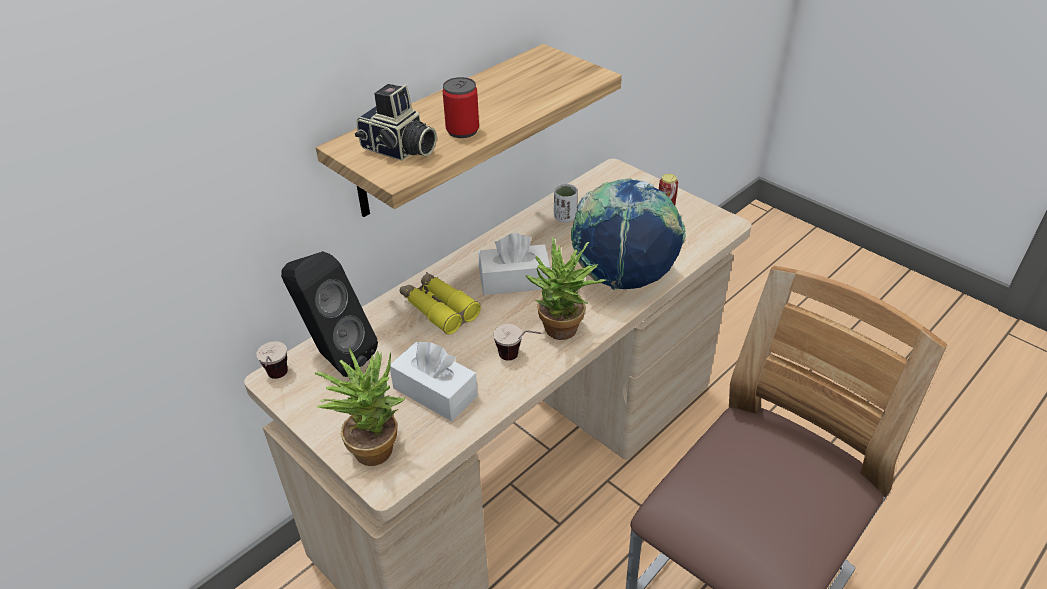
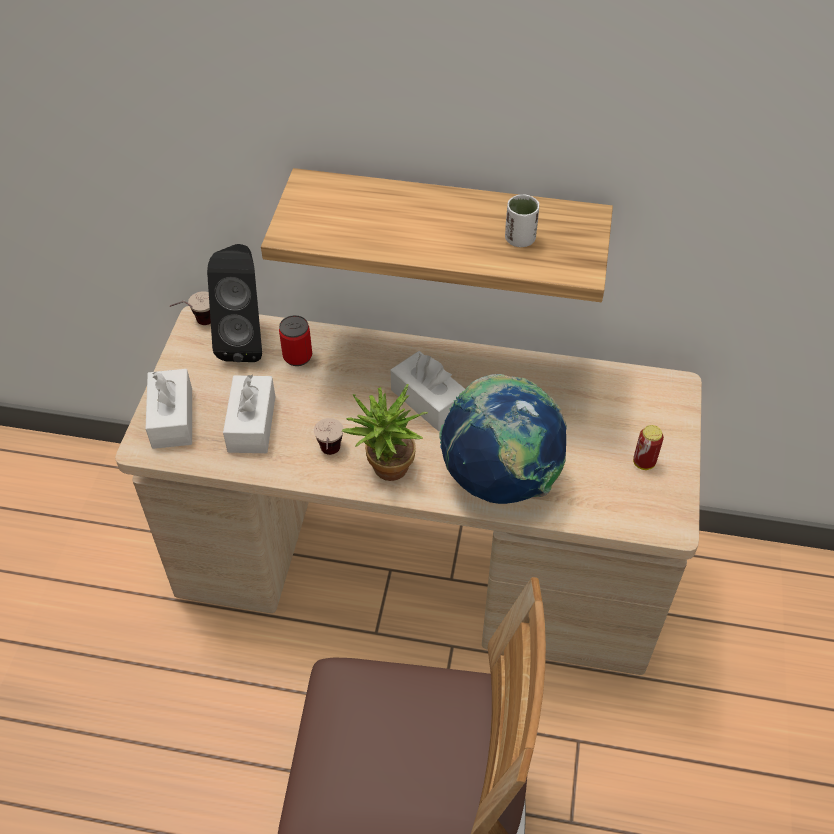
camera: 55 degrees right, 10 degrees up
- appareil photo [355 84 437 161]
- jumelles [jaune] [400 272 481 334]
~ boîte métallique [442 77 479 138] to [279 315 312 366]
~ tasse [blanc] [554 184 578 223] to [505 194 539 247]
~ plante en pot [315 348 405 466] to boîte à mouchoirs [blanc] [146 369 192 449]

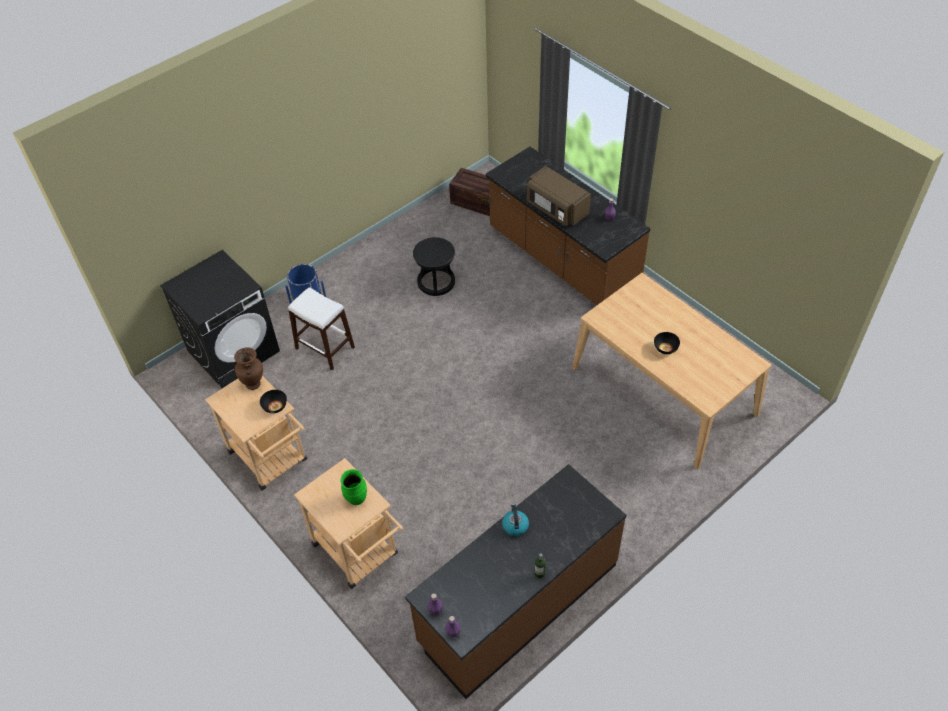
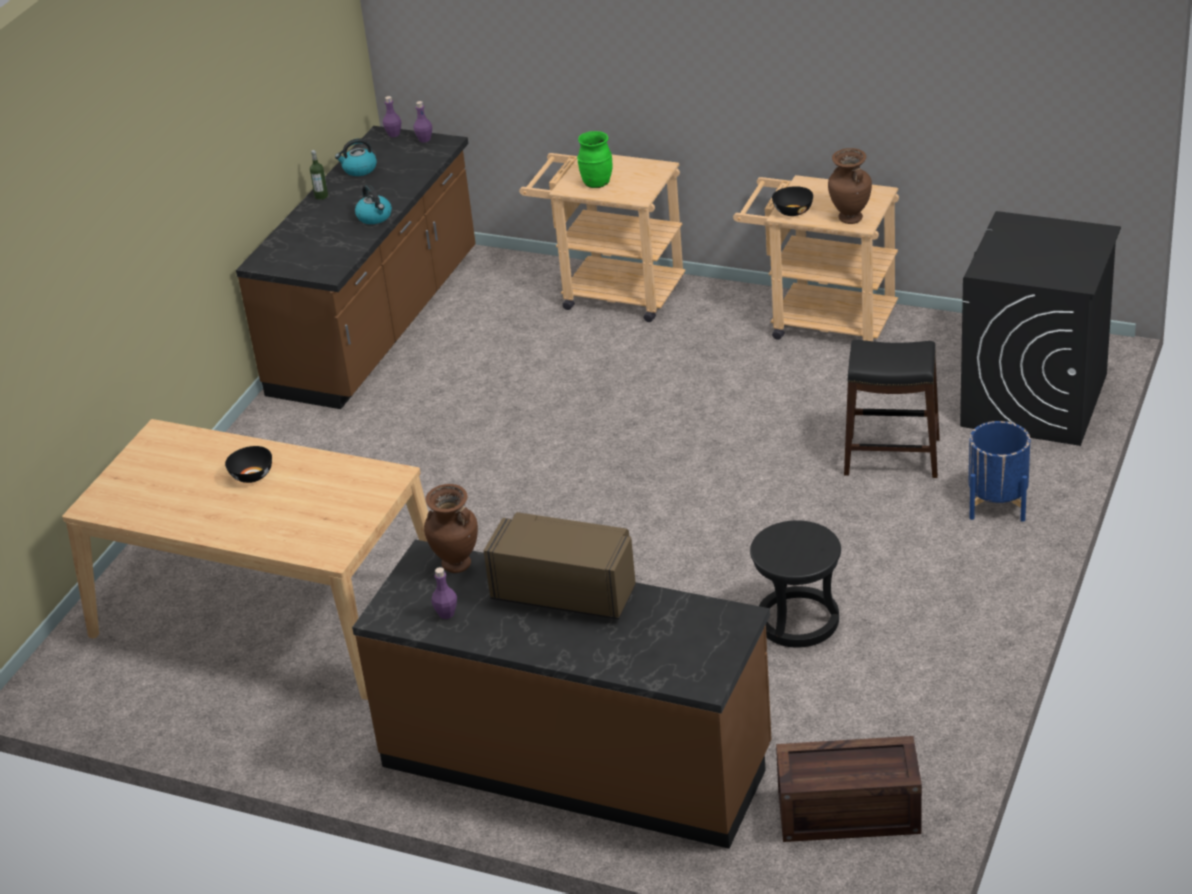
camera: 155 degrees right, 15 degrees down
+ bouilloire [335 138 377 176]
+ vase [marron] [424 484 478 573]
~ tabouret [blanc] [288 287 355 370] to tabouret [noir] [844 340 940 478]

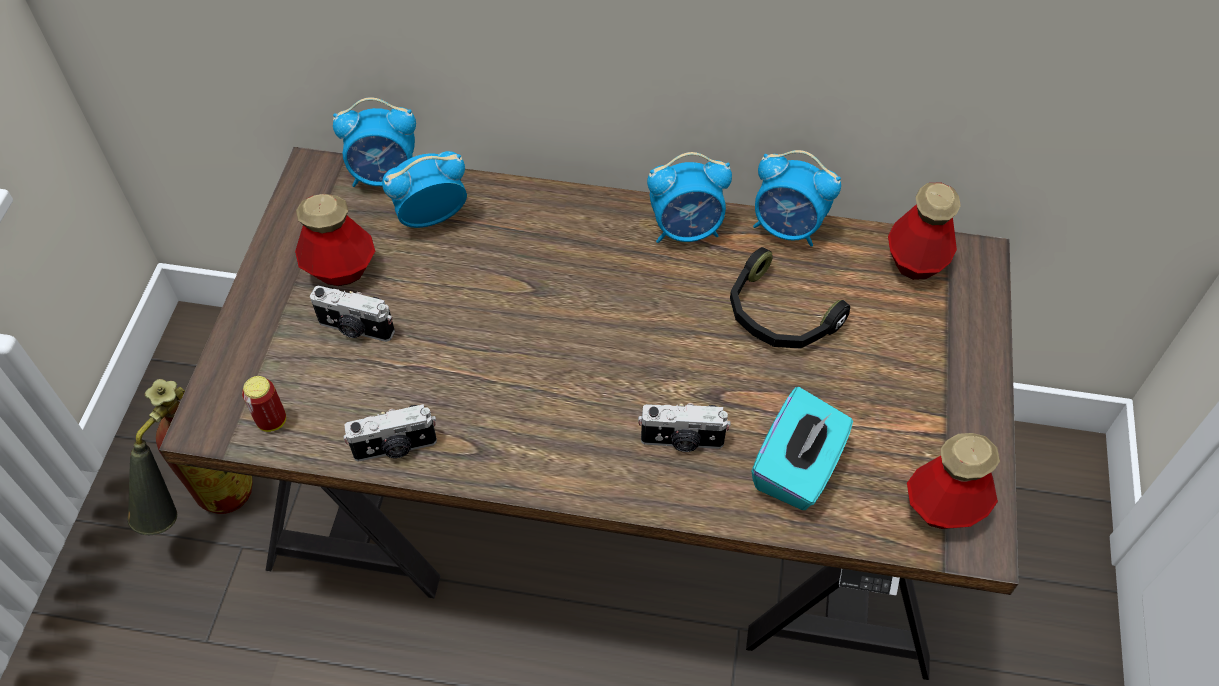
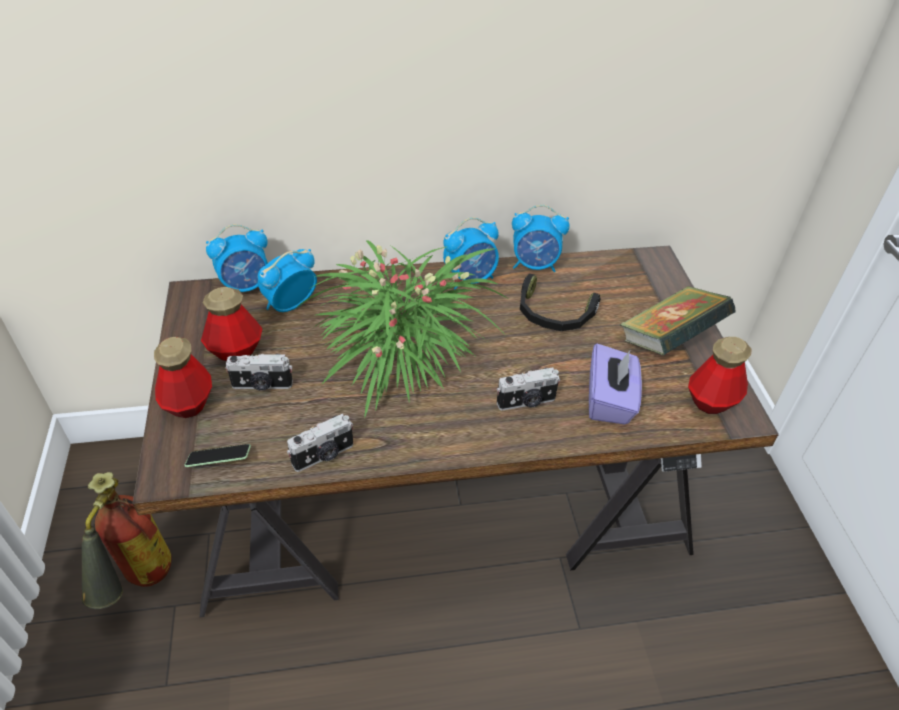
camera: 20 degrees left, 10 degrees down
+ plante en pot [296 241 508 419]
+ livre [619 286 736 355]
~ bouteille [888 182 961 280] to [154 336 212 418]
~ boîte métallique [242 376 286 432] to téléphone [184 444 251 467]
~ boîte à mouchoirs [turquoise] [752 387 853 510] to boîte à mouchoirs [violet] [589 344 642 425]

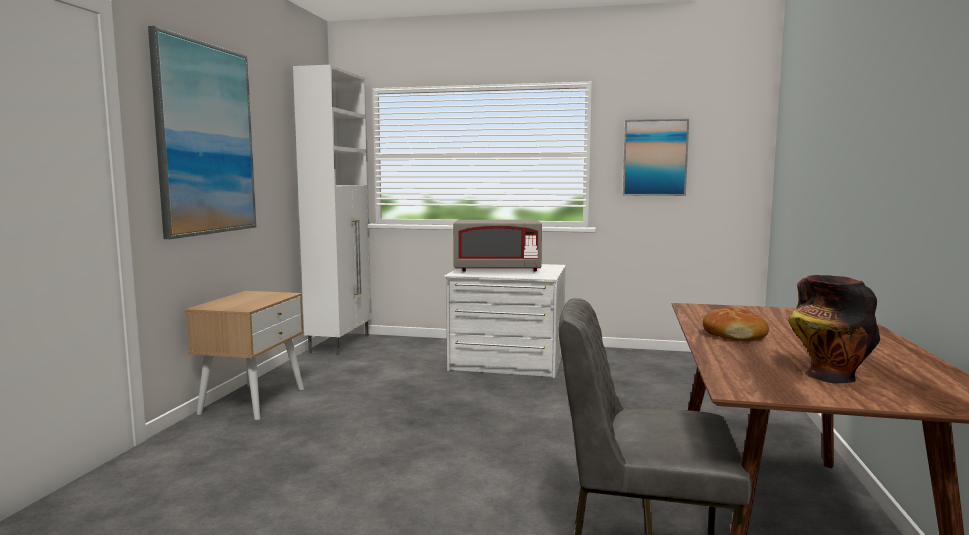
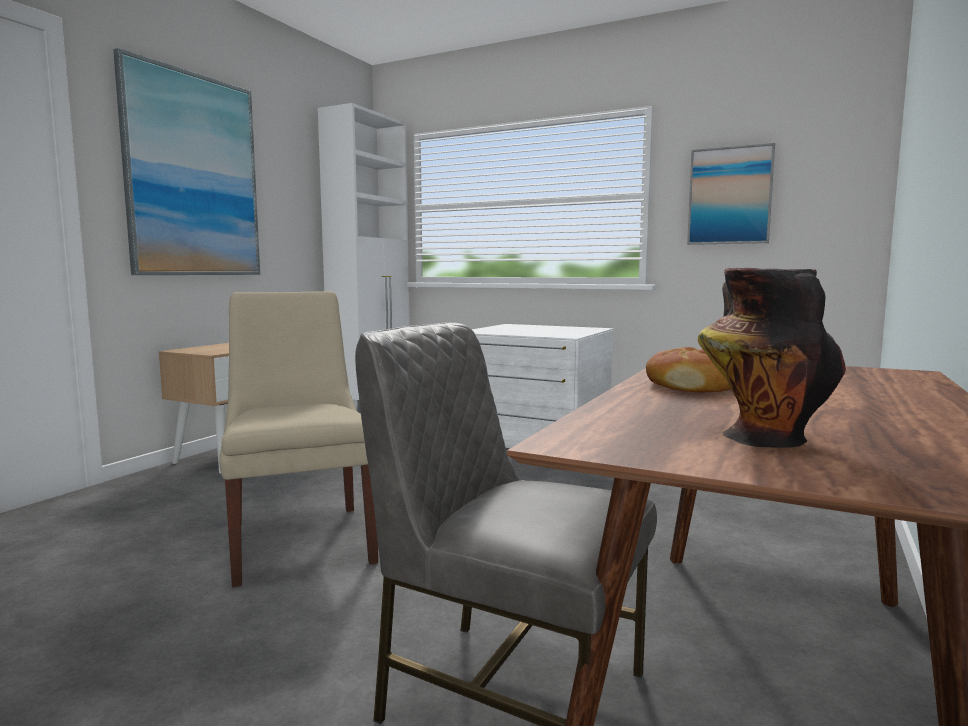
camera: 15 degrees right, 0 degrees up
- micro-ondes [gris] [453 220 542 272]
+ chaise [beige] [219 291 378 587]

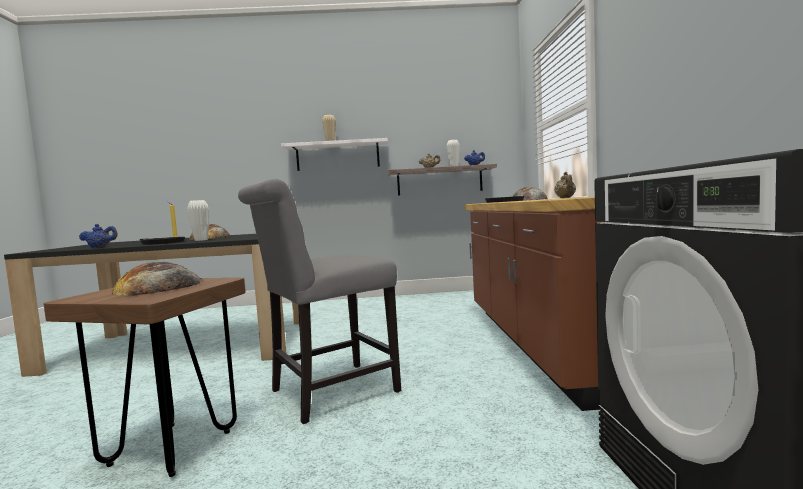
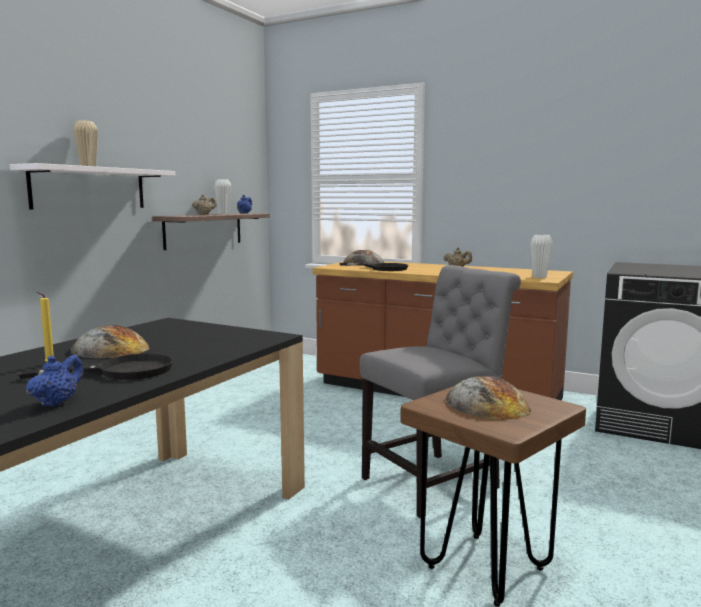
camera: 60 degrees left, 5 degrees up
~ vase [blanc] [187 200 209 241] to [530 234 553 278]
~ chaise [gris] [238 179 401 424] = [360 265 521 519] 120 degrees counterclockwise

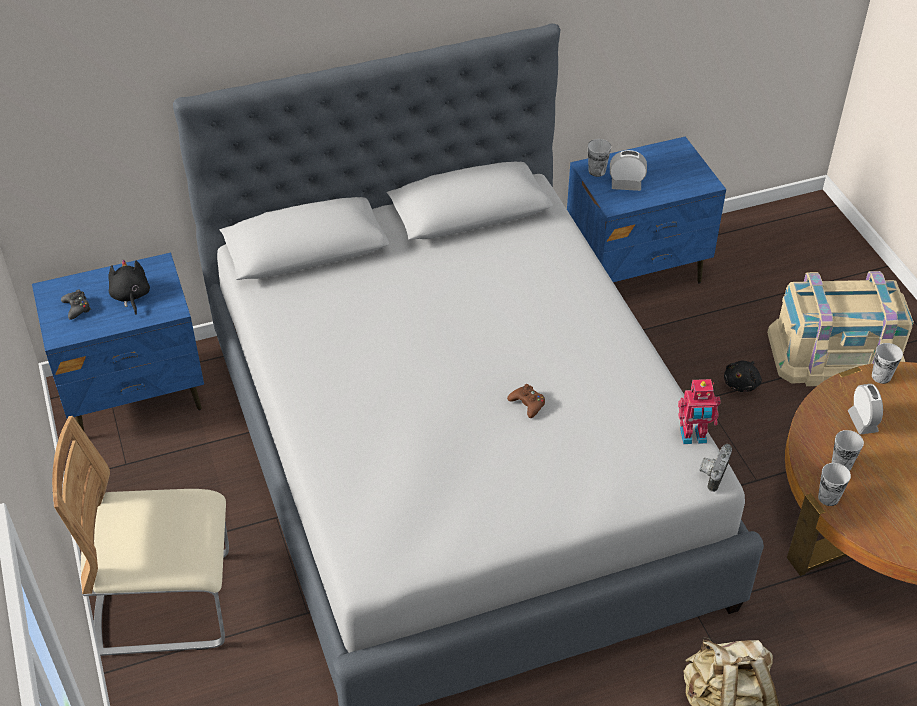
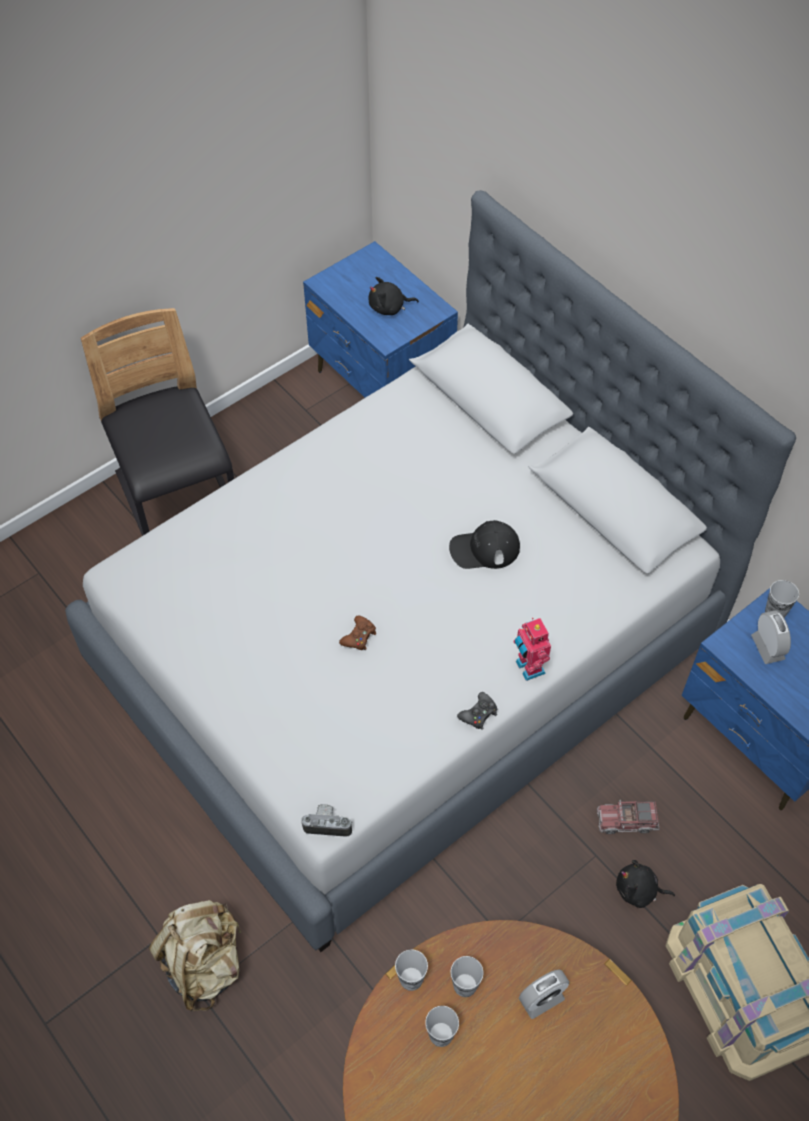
camera: 70 degrees right, 10 degrees up
+ casquette [noir] [449 520 520 569]
+ camion jouet [597 800 659 834]
~ manette [noir] [61 289 91 320] to [457 692 497 730]
~ robot jouet [678 379 721 444] to [513 618 551 681]
~ tasse [872 343 903 384] to [425 1006 459 1047]
~ chaise [beige] [52 416 229 656] to chaise [noir] [81 308 234 536]
~ peluche [noir] [108 259 150 315] = [369 277 419 315] 150 degrees counterclockwise

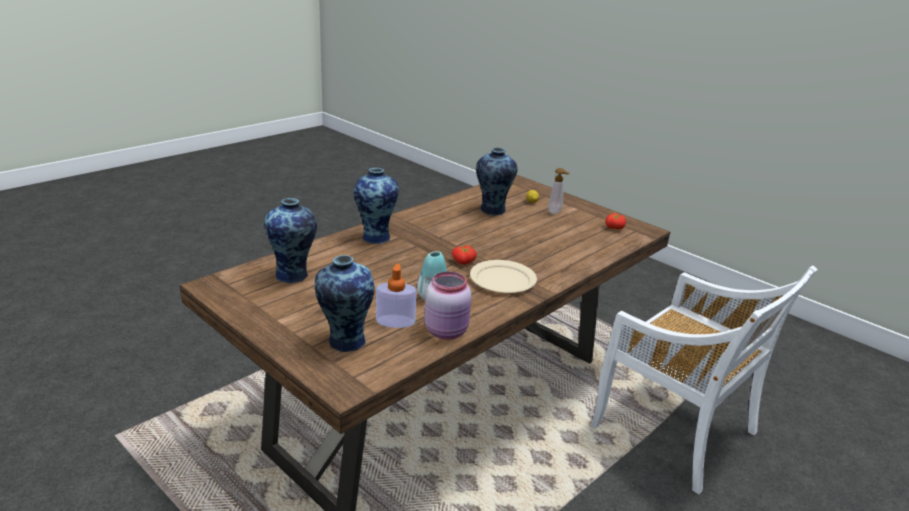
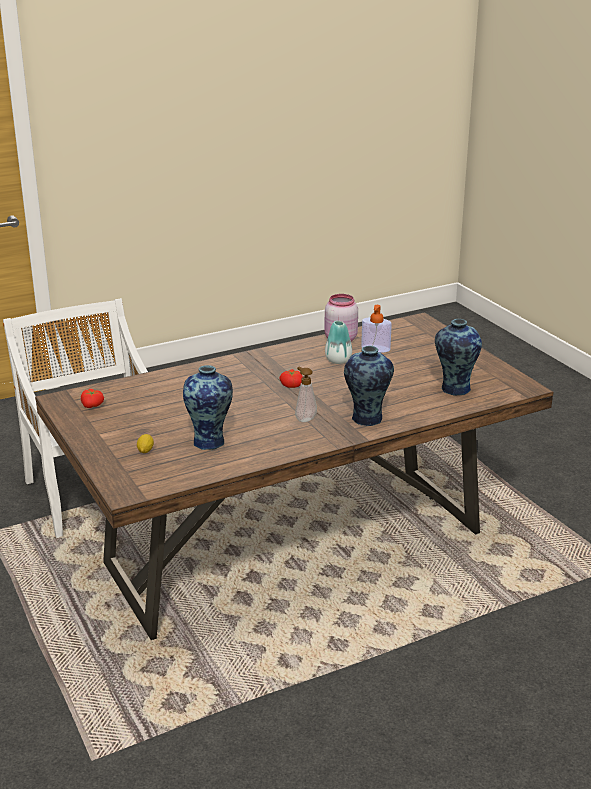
camera: 160 degrees left, 0 degrees up
- vase [315 255 375 352]
- assiette [beige] [470 260 537 293]
~ distributeur de savon [548 168 570 214] to [295 367 317 422]

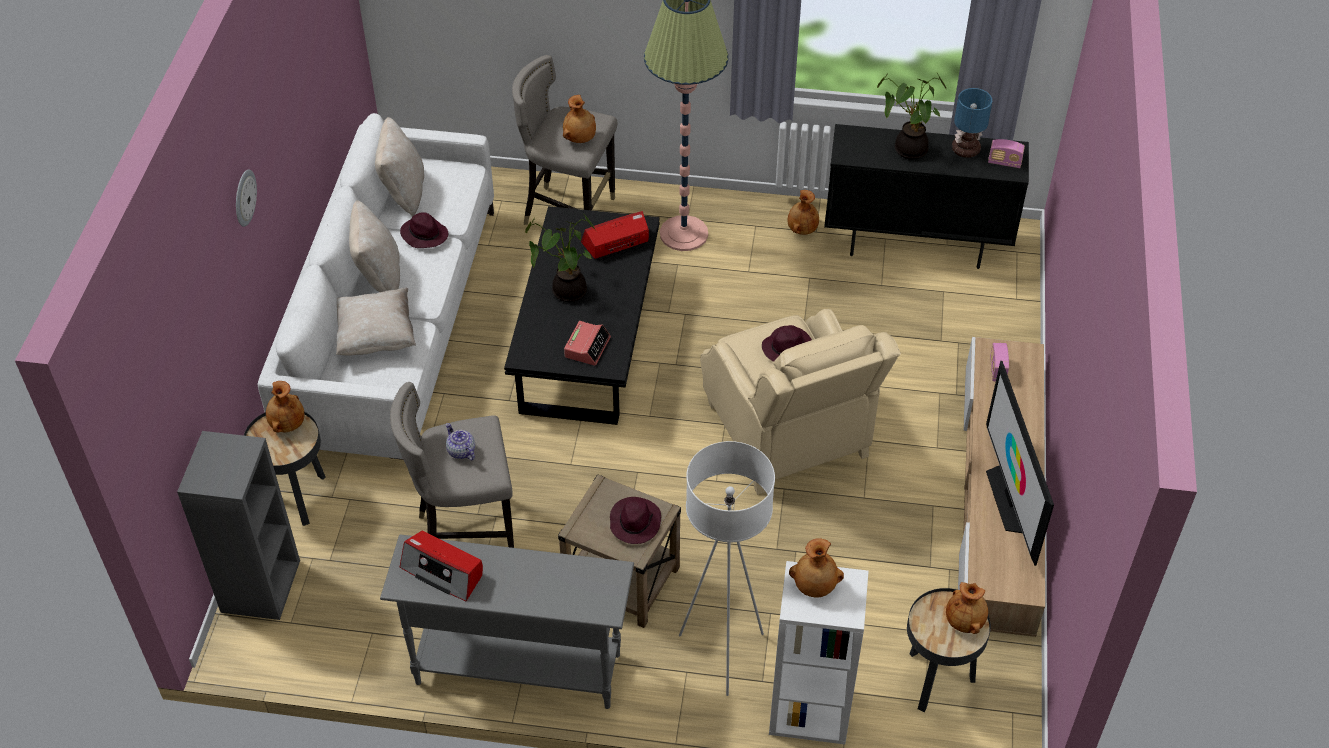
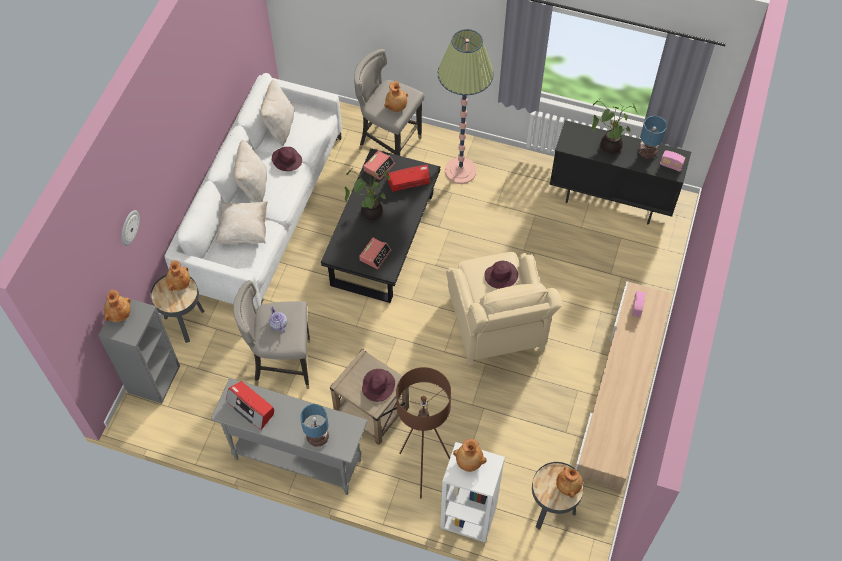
camera: 10 degrees right, 10 degrees up
- téléviseur [986 361 1054 566]
+ lampe de table [300 404 329 447]
+ réveil [363 150 395 180]
~ horloge murale [236 169 257 227] to [121 210 140 246]
~ vase [marron] [787 190 819 235] to [104 290 131 322]
~ lampadaire [blanc] [679 441 775 696] to lampadaire [marron] [396 367 451 499]

